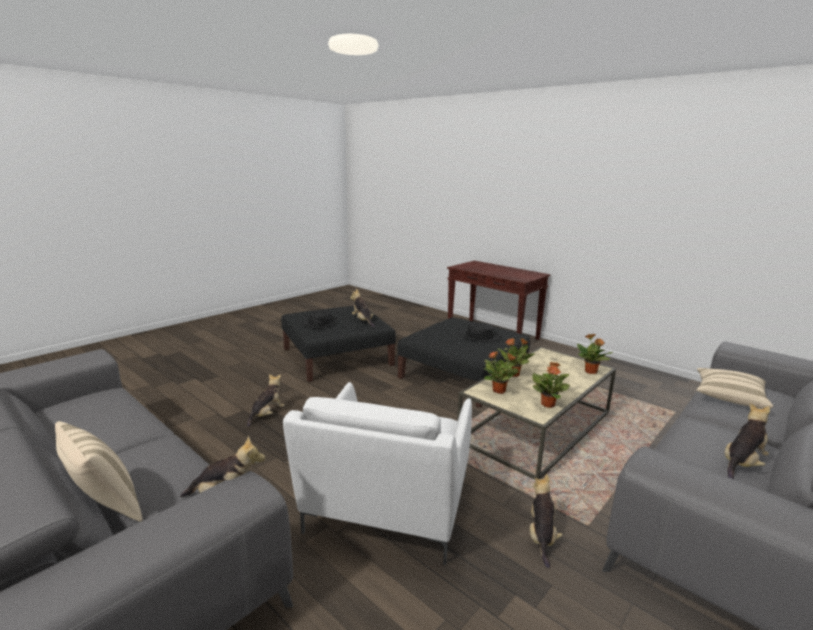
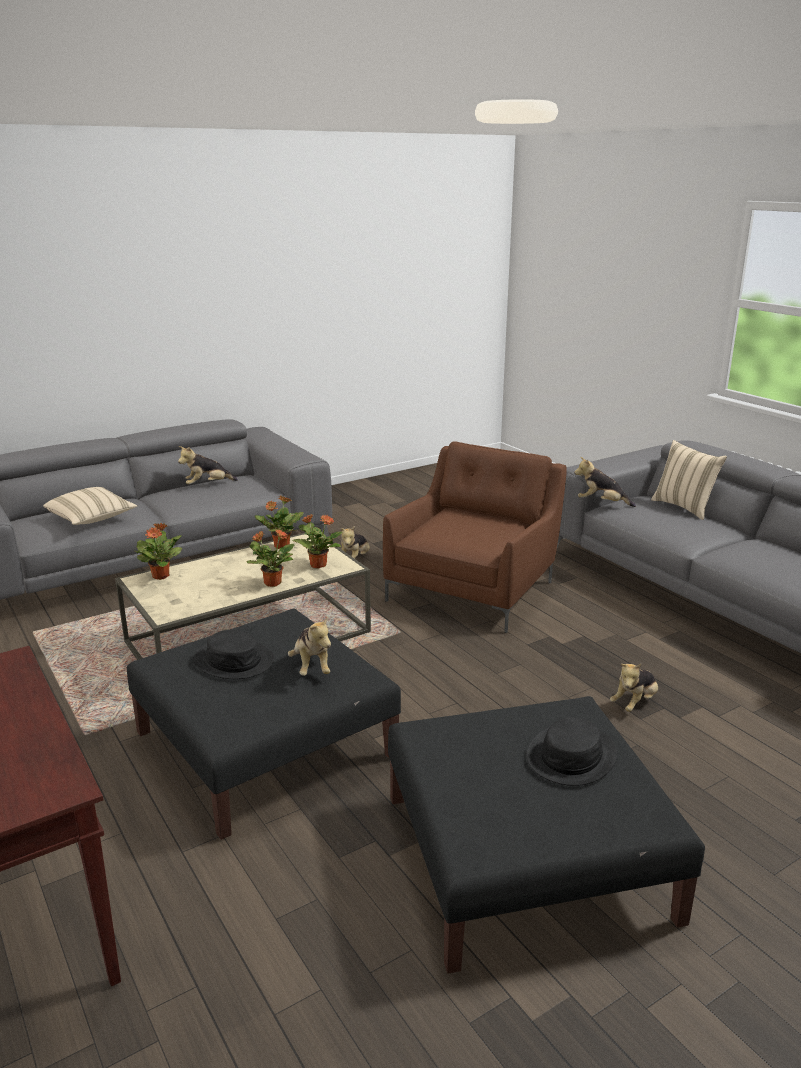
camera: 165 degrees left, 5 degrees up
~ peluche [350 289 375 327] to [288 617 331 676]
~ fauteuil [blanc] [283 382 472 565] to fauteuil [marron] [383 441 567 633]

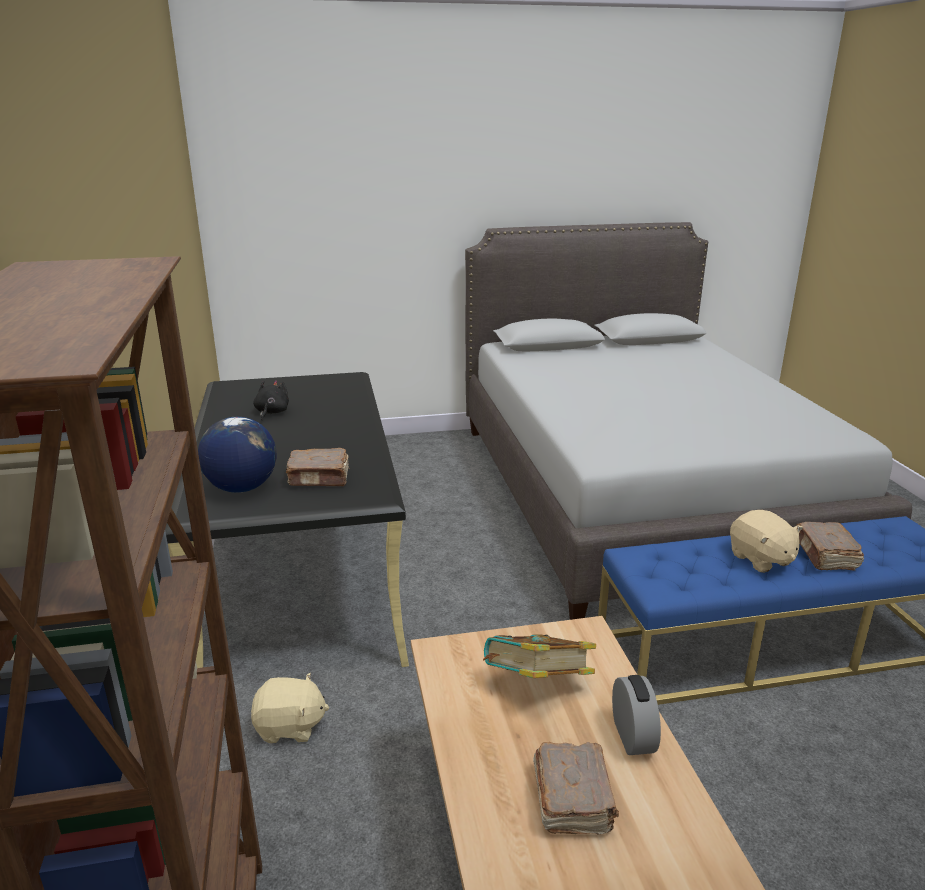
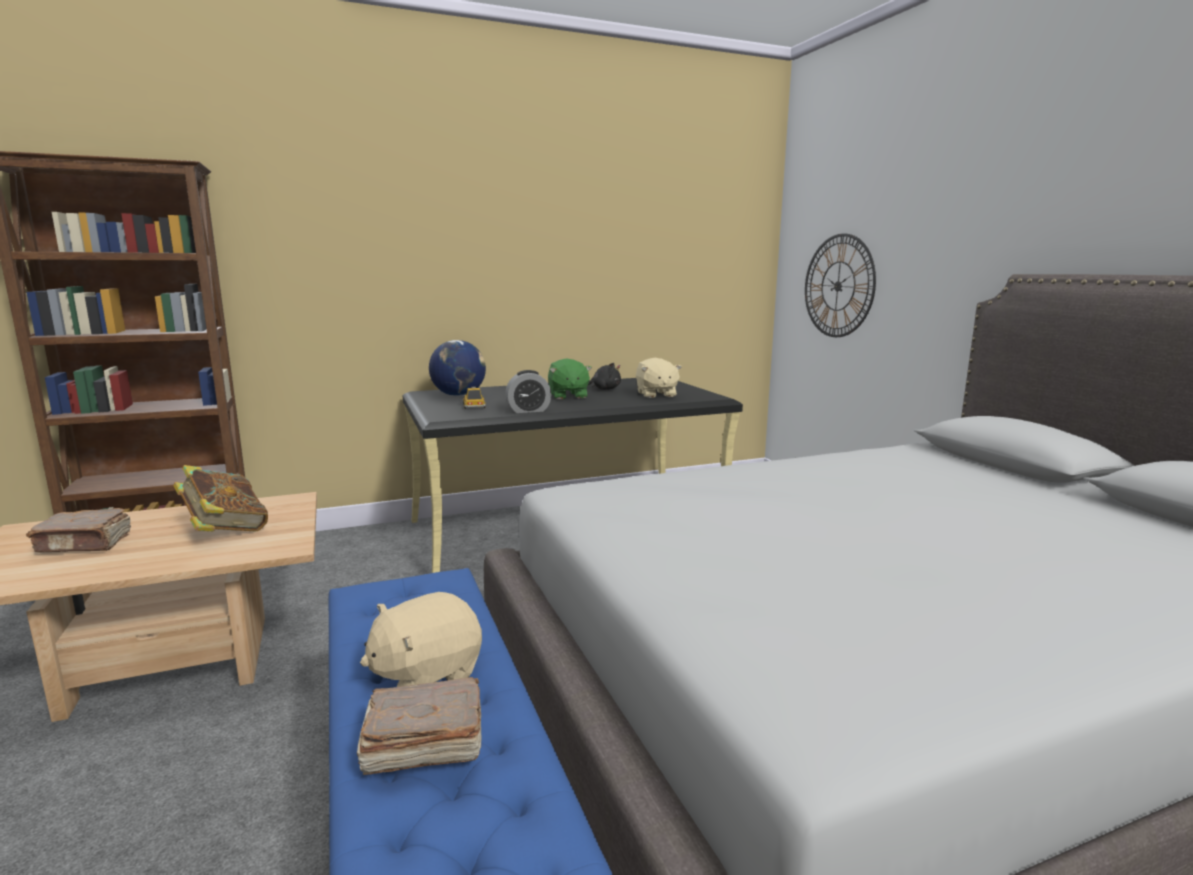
camera: 80 degrees right, 10 degrees down
+ peluche [vert] [548 359 592 399]
+ horloge murale [805 234 876 337]
~ peluche [beige] [251 673 329 743] to [636 358 682 398]
~ réveil [612 675 661 755] to [505 370 552 413]
~ livre [marron] [286 448 349 486] to petite voiture [463 387 486 409]

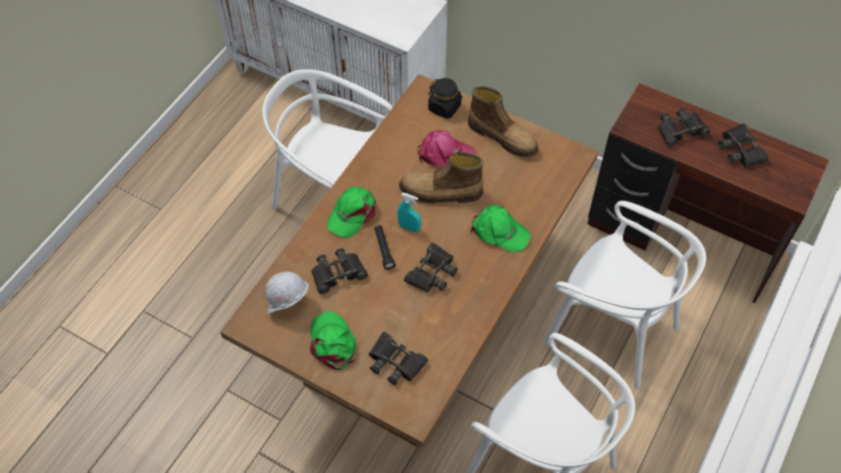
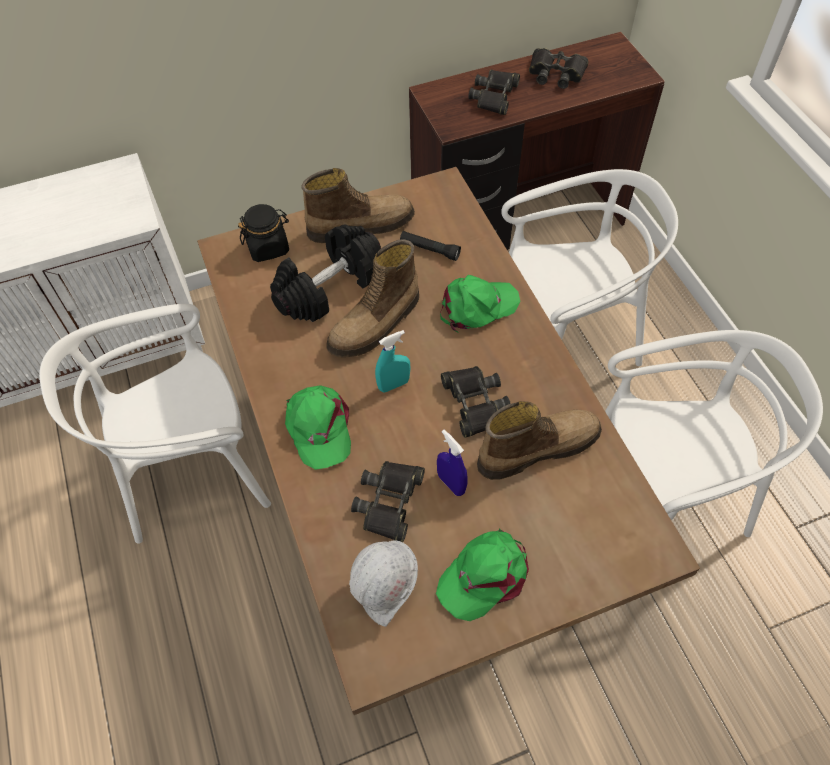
camera: 50 degrees left, 0 degrees up
- jumelles [noir] [369 332 428 385]
+ vaporisateur [bleu] [437 429 468 496]
+ botte [477 401 602 480]
~ lampe de poche [noir] [374 225 395 270] to [400 231 461 261]
~ casquette [rose] [417 130 475 166] to haltère [noir] [270 224 381 322]
~ casquette [vert] [310 312 356 370] = [436 529 529 621] 60 degrees counterclockwise

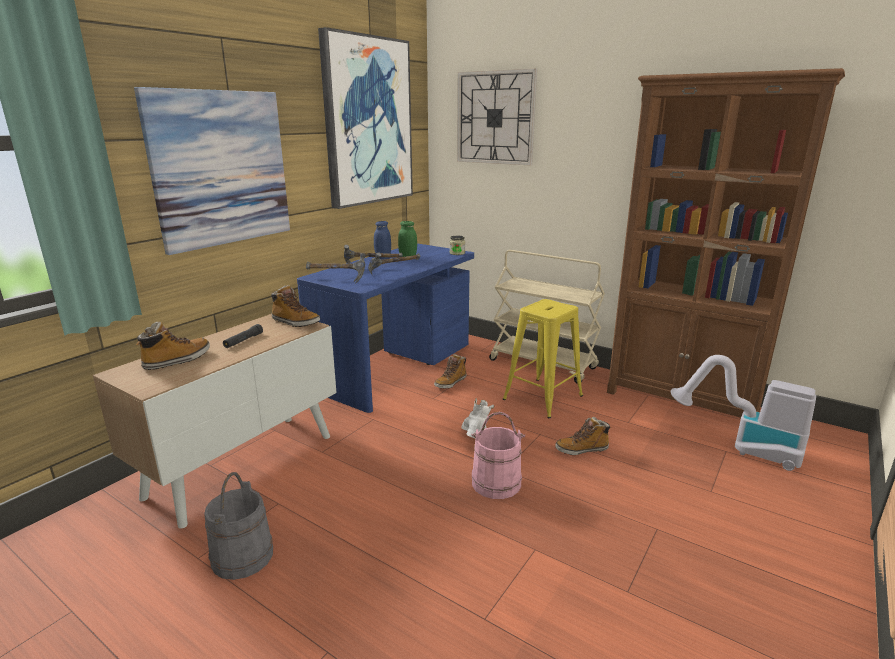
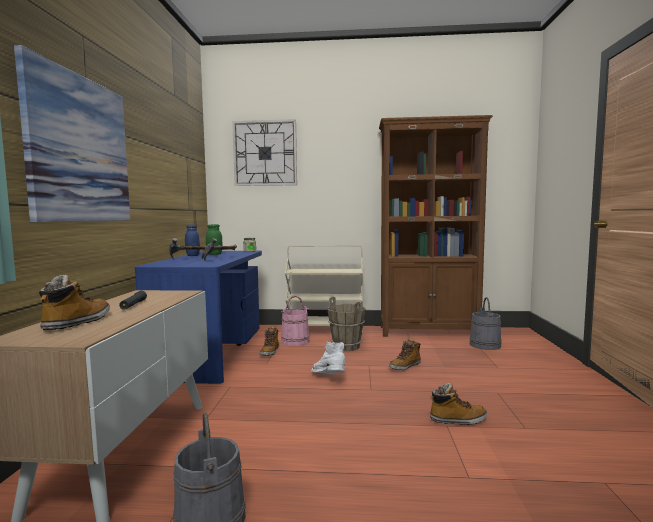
camera: 30 degrees left, 15 degrees down
- marteau [306 253 365 283]
- tableau [318 27 413 209]
~ botte [271 285 320 327] to [430 383 487 425]
~ seau [rose] [471 412 525 499] to [281 296 310 346]
~ tabouret [jaune] [503 299 583 418] to seau [marron] [327 297 366 351]
~ aspirateur [671 355 816 471] to seau [gris] [470 297 502 350]

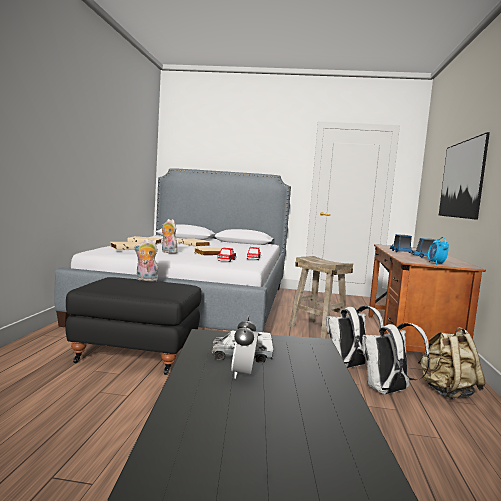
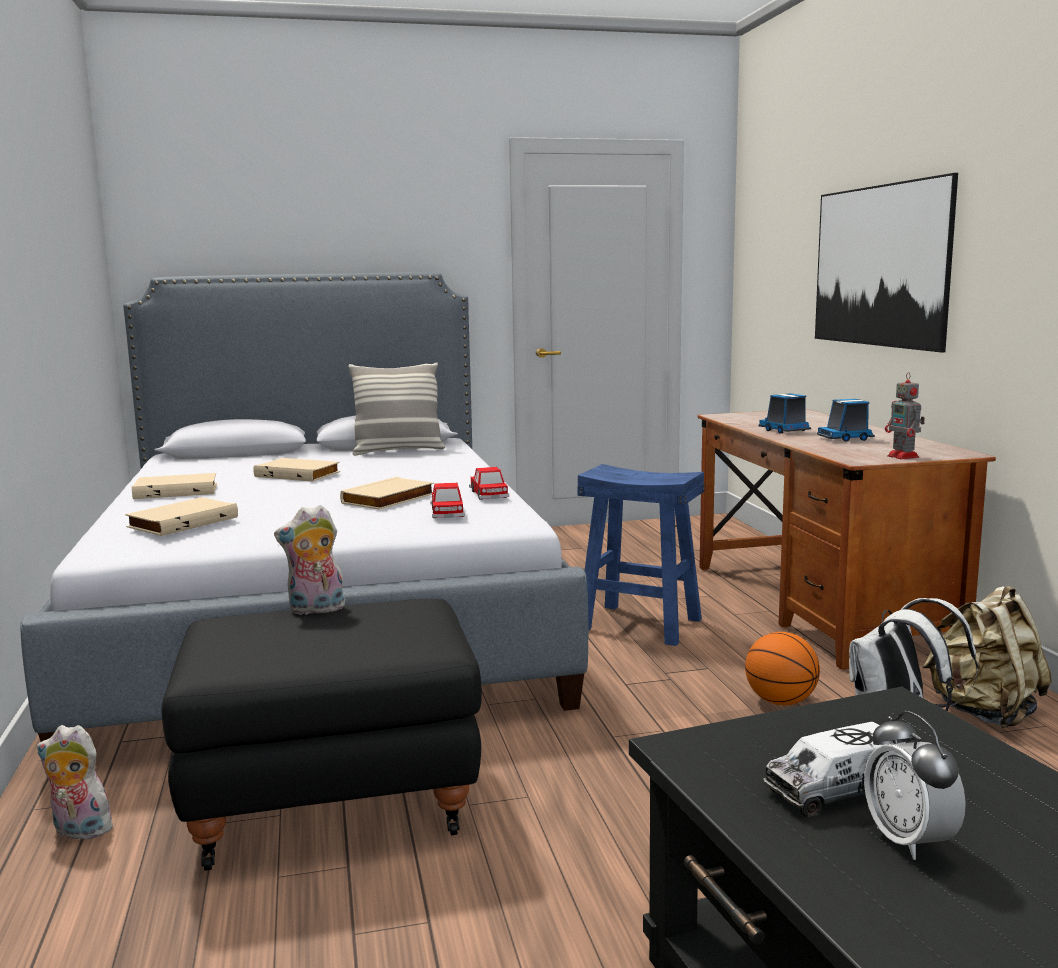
camera: 20 degrees left, 5 degrees up
+ coussin [348 363 445 455]
~ peluche [161 219 177 254] to [37 725 120 840]
~ sac à dos [blanc] [326 306 384 368] to ballon de basket [745 632 820 705]
~ réveil [428 237 449 265] to robot jouet [885 372 925 459]
~ tabouret [beige] [288 256 353 339] to tabouret [bleu] [578 464 705 646]

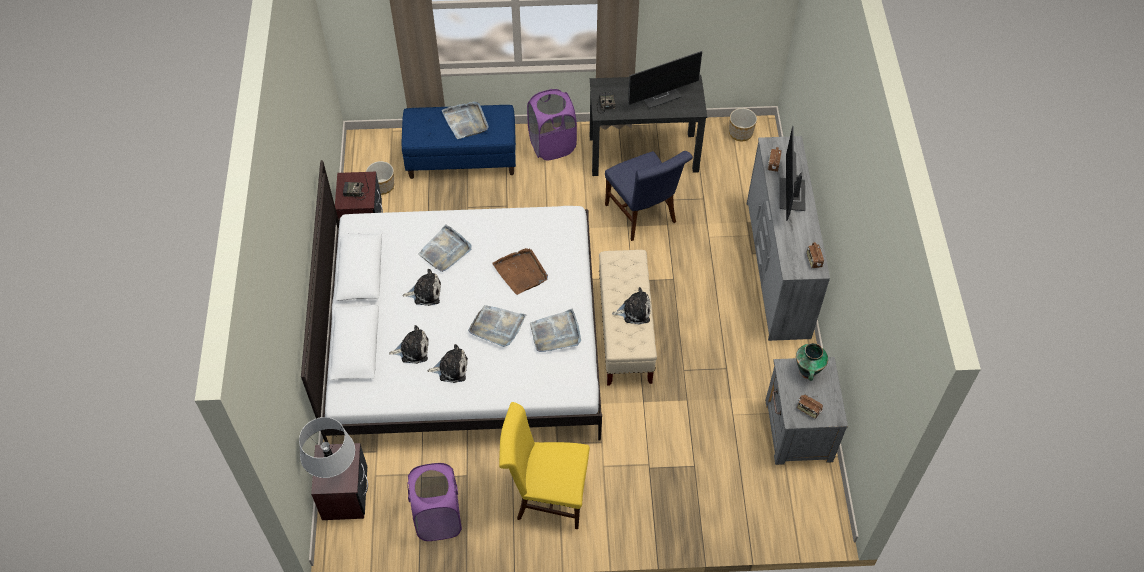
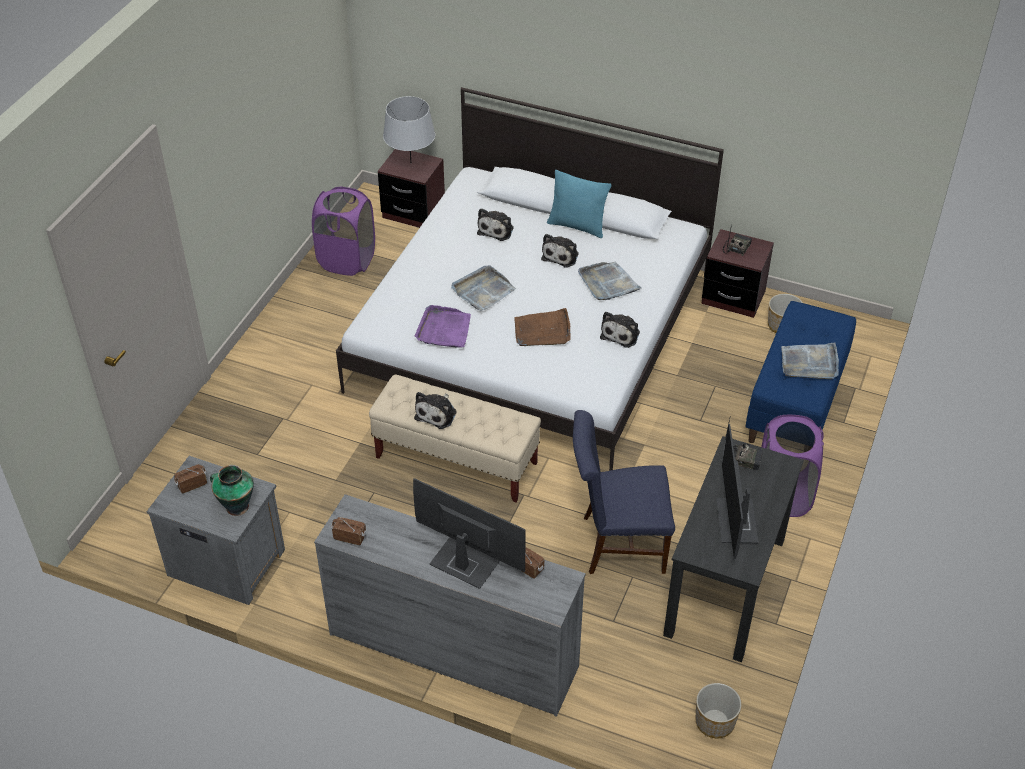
camera: 115 degrees right, 10 degrees down
- chaise [jaune] [499 402 590 529]
+ coussin [turquoise] [547 170 611 238]
~ peluche [427 344 468 383] to [600 312 640 348]
~ plateau [gris] [530 309 581 352] to plateau [violet] [415 305 471 348]

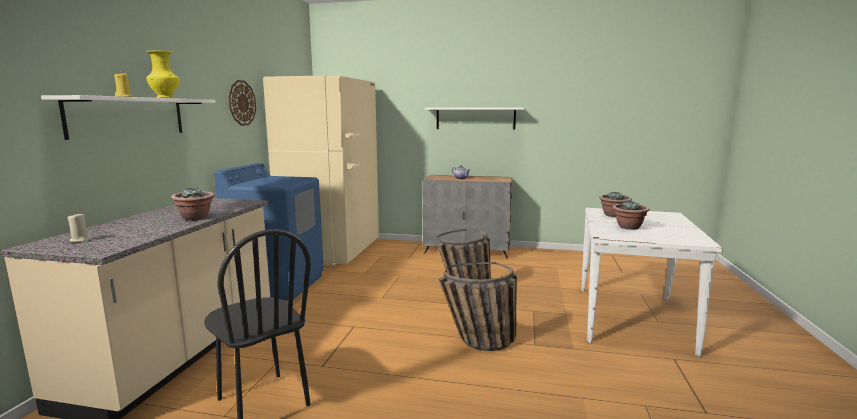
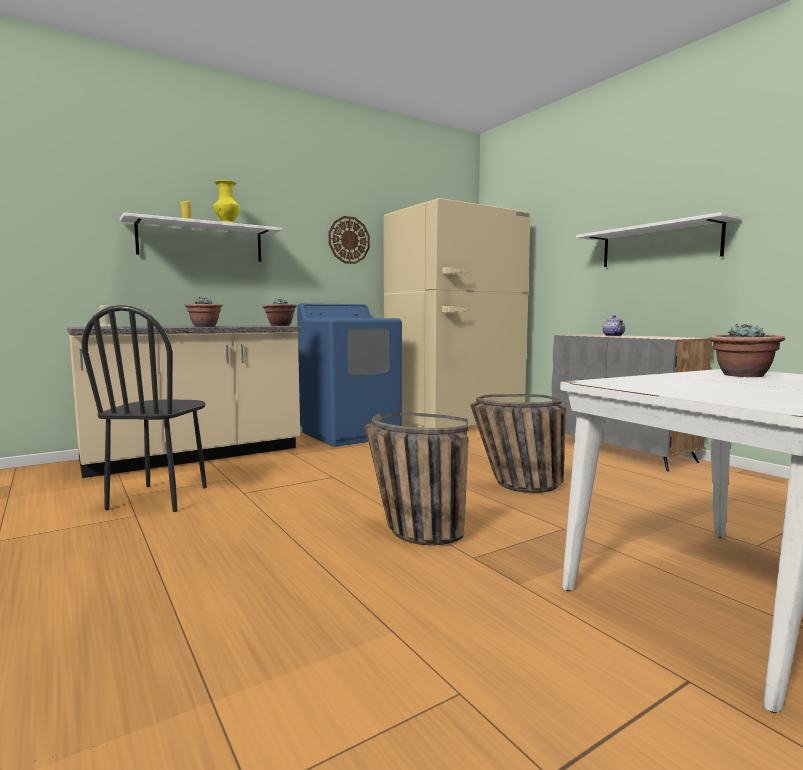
camera: 45 degrees right, 5 degrees down
~ plante en pot [613 200 650 230] to [262 299 297 326]

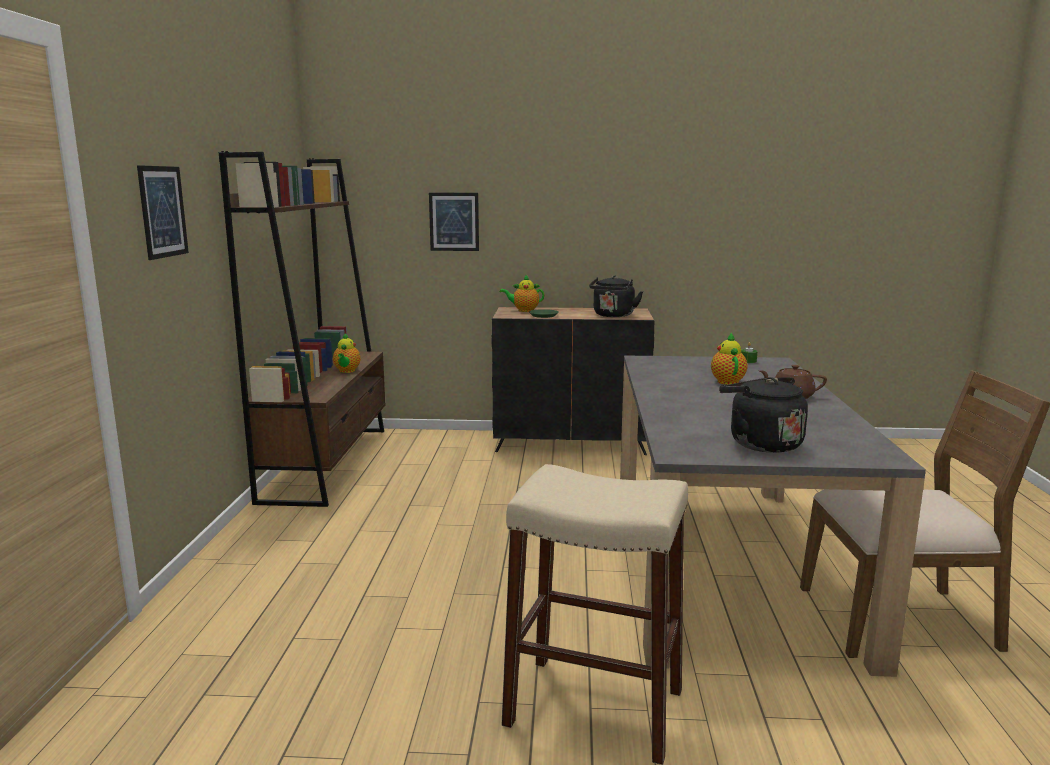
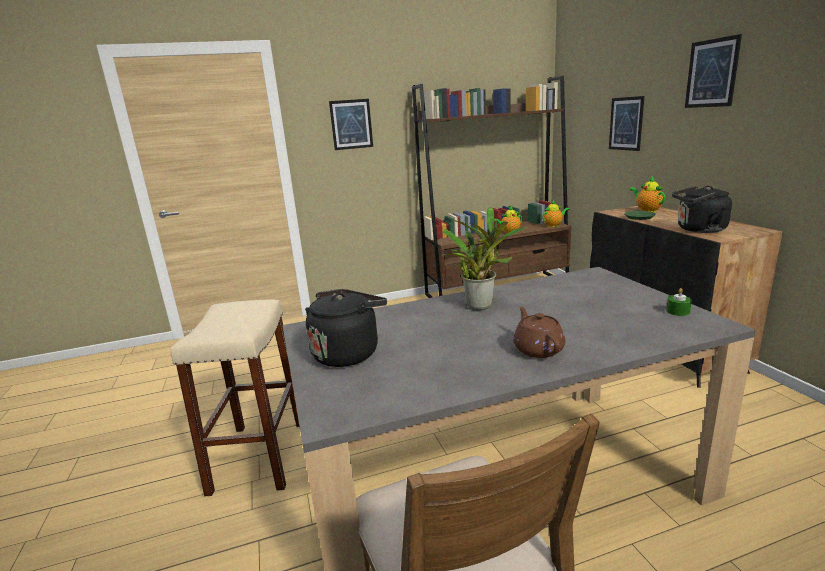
camera: 70 degrees right, 5 degrees up
+ plante en pot [443 207 527 310]
+ tableau [685 34 742 108]
~ théière [711 333 747 385] to [542 200 569 227]

